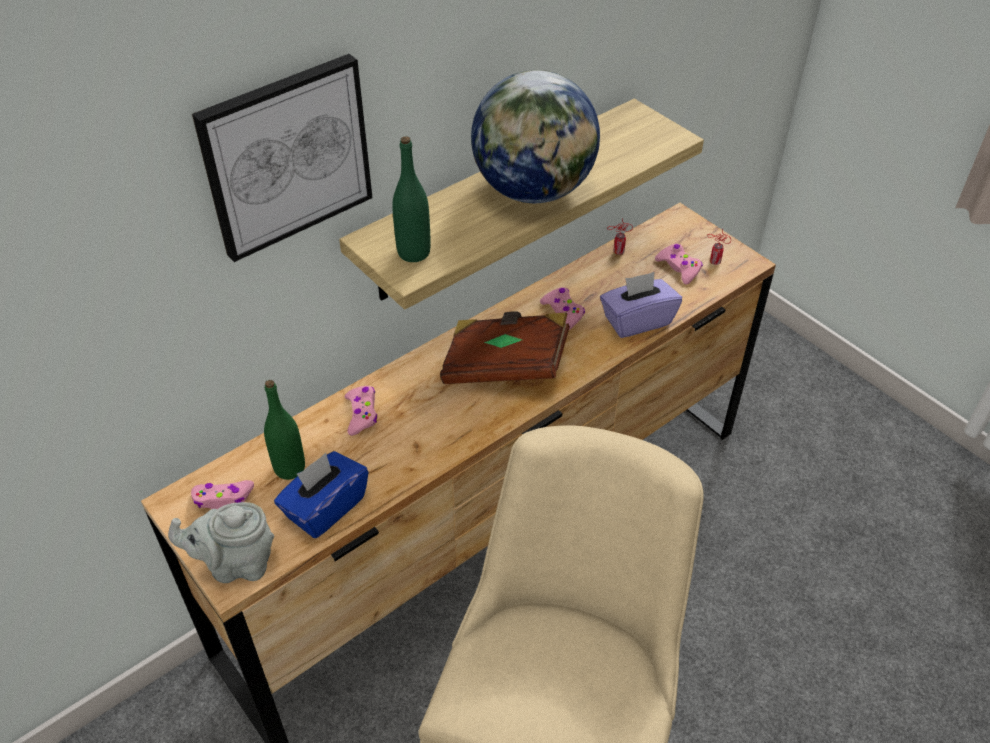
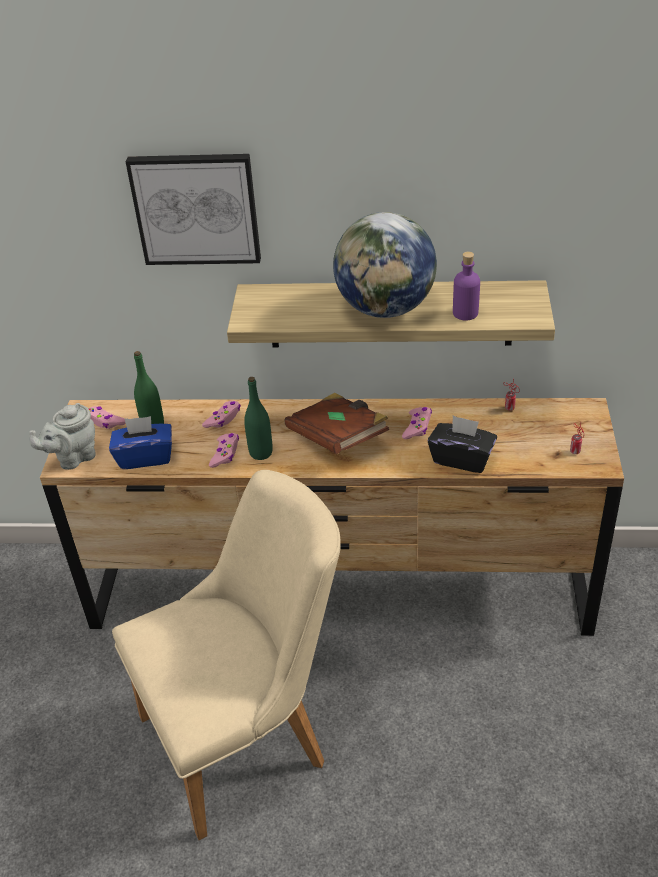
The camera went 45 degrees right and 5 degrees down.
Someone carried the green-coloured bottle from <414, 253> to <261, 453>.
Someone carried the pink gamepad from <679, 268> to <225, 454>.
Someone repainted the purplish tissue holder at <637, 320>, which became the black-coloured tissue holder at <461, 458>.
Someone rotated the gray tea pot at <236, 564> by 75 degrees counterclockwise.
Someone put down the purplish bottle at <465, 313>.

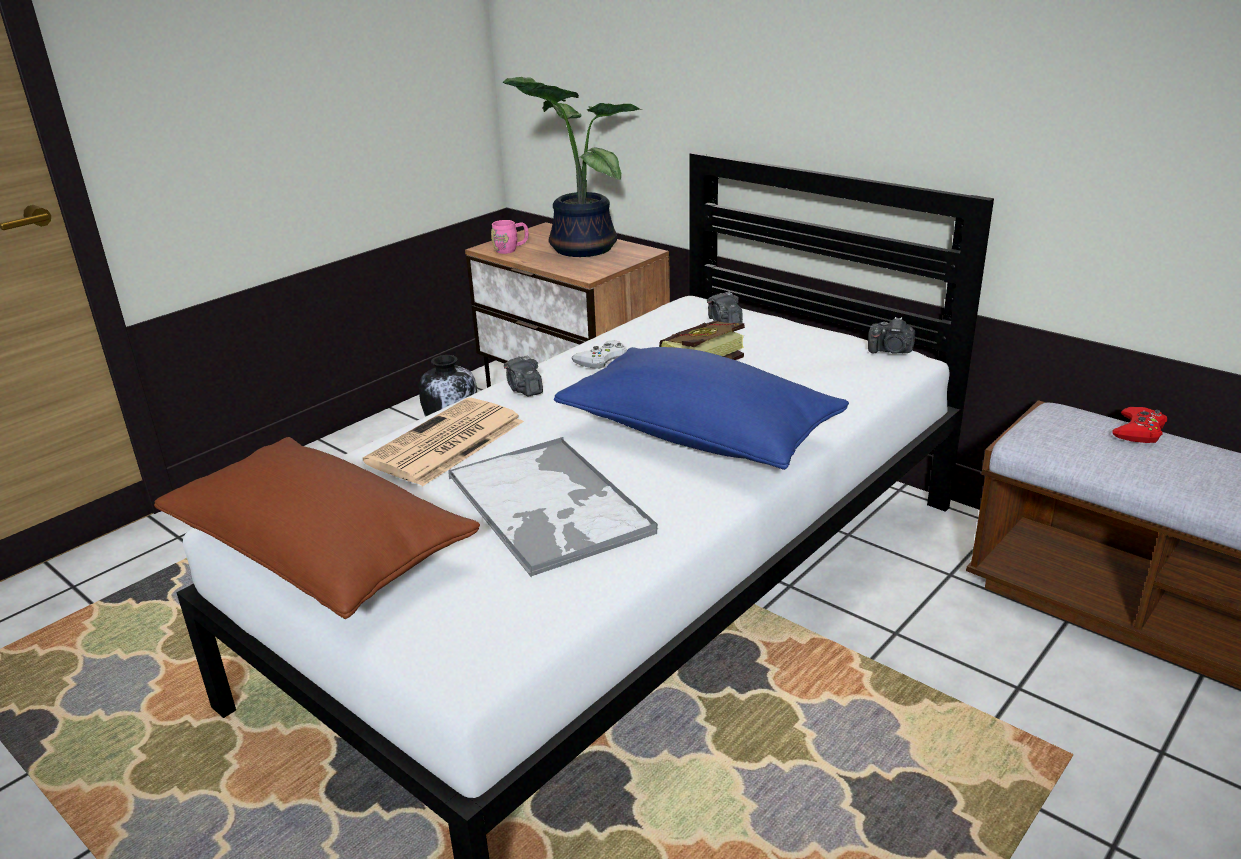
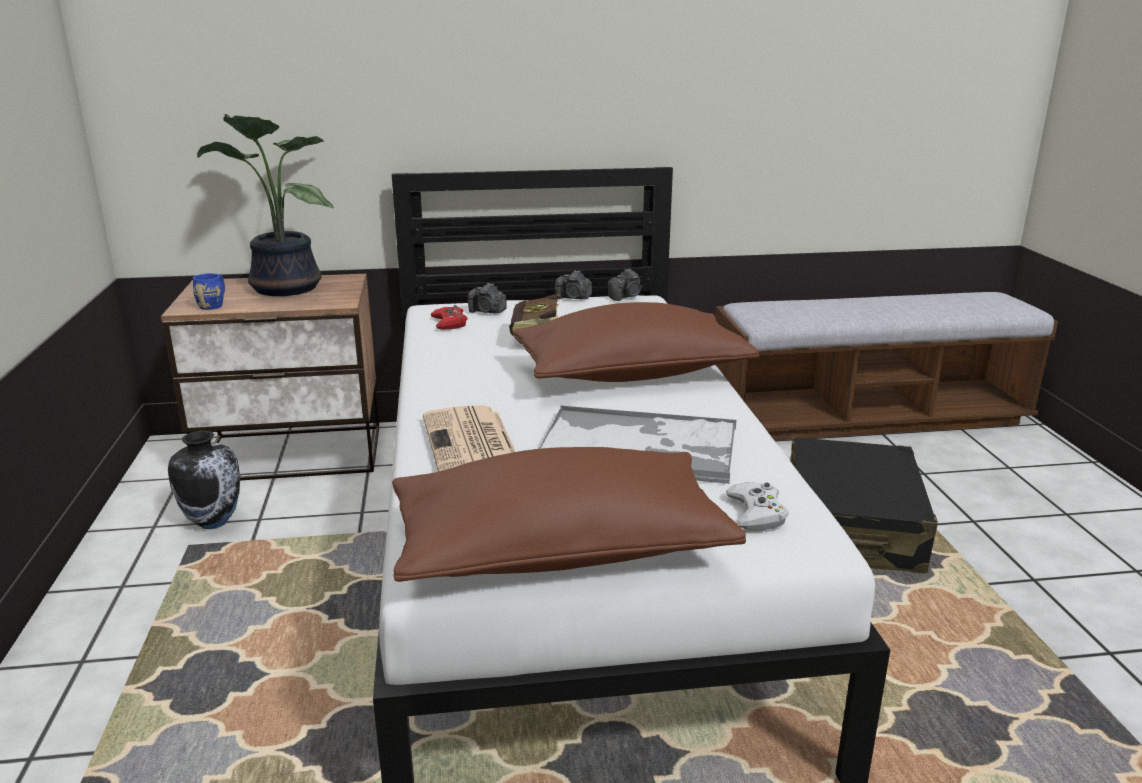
The camera went 50 degrees left and 5 degrees down.
Someone repainted the pink tea mug at <511, 249>, which became the bluish tea mug at <214, 304>.
Someone carried the white-coloured gamepad from <602, 360> to <756, 513>.
Someone repainted the bluish throw pillow at <698, 436>, which became the brown-coloured throw pillow at <631, 374>.
Someone carried the photo camera from <524, 389> to <573, 298>.
Someone carried the red gamepad from <1138, 431> to <449, 323>.
Someone put down the black-coloured suitcase at <851, 528>.

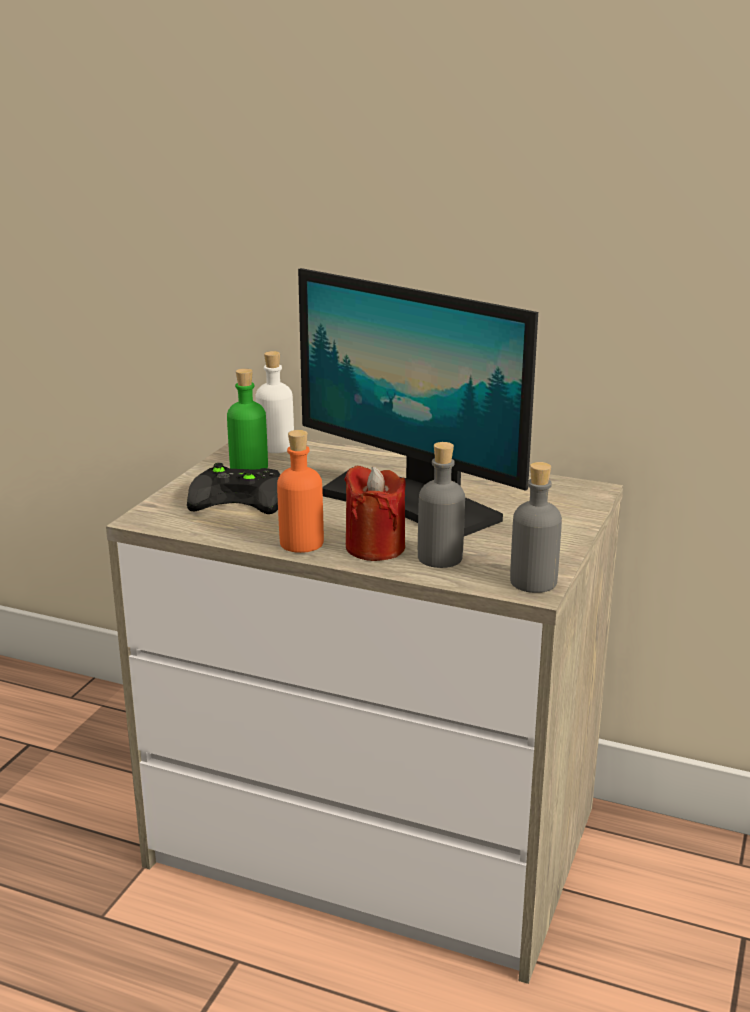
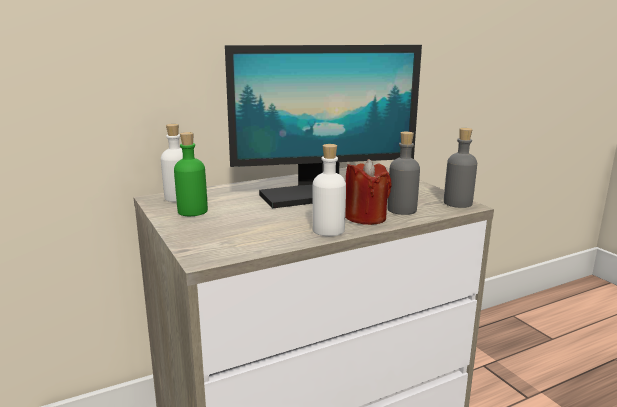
The camera went 50 degrees left and 5 degrees down.
Someone repainted the orange-coloured bottle at <301, 543>, which became the white-coloured bottle at <328, 230>.
Someone took away the black-coloured gamepad at <241, 496>.

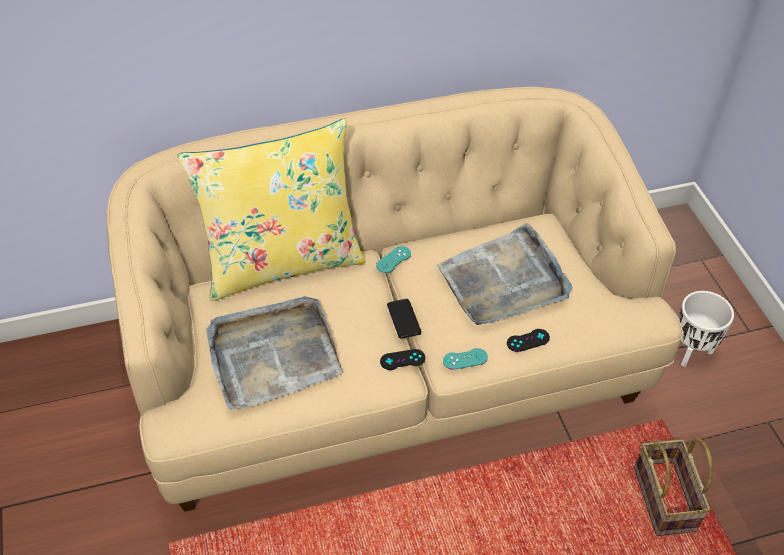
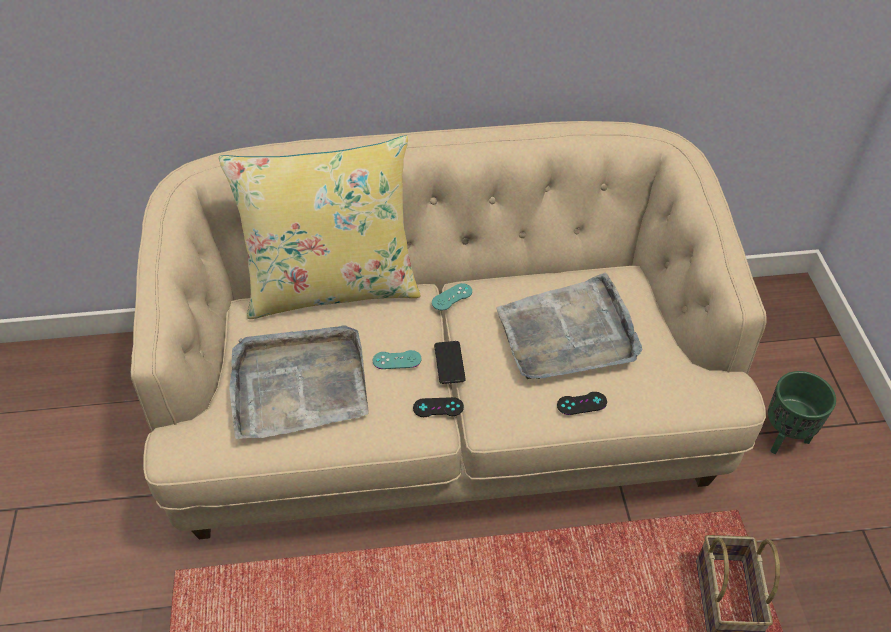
The camera went 10 degrees right and 0 degrees up.
Someone repainted the white-coloured planter at <691, 351>, which became the green-coloured planter at <785, 438>.
Someone carried the turquoise-coloured gamepad from <465, 359> to <397, 360>.

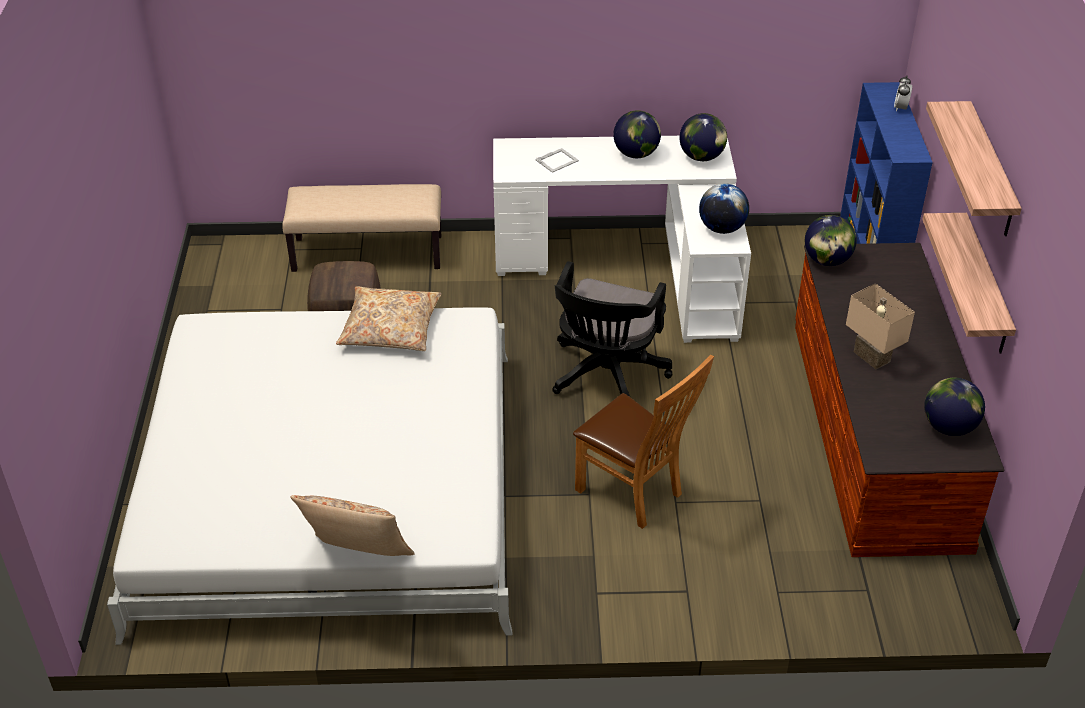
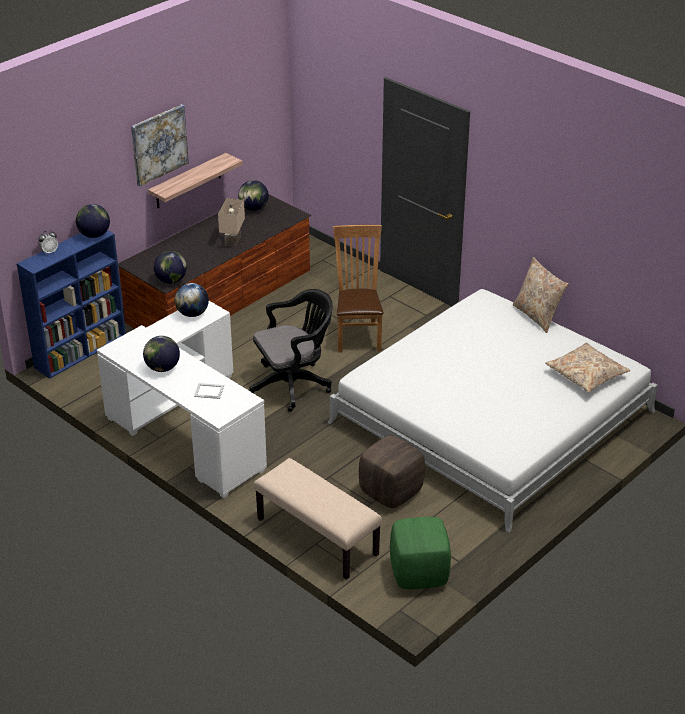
The camera went 135 degrees left and 5 degrees down.
Someone swapped the wall shelf at <990, 171> for the wall art at <159, 144>.
Someone carried the globe from <702, 157> to <94, 235>.
Someone carried the beige-coloured throw pillow from <390, 329> to <586, 374>.
Someone put down the green-coloured ottoman at <418, 574>.

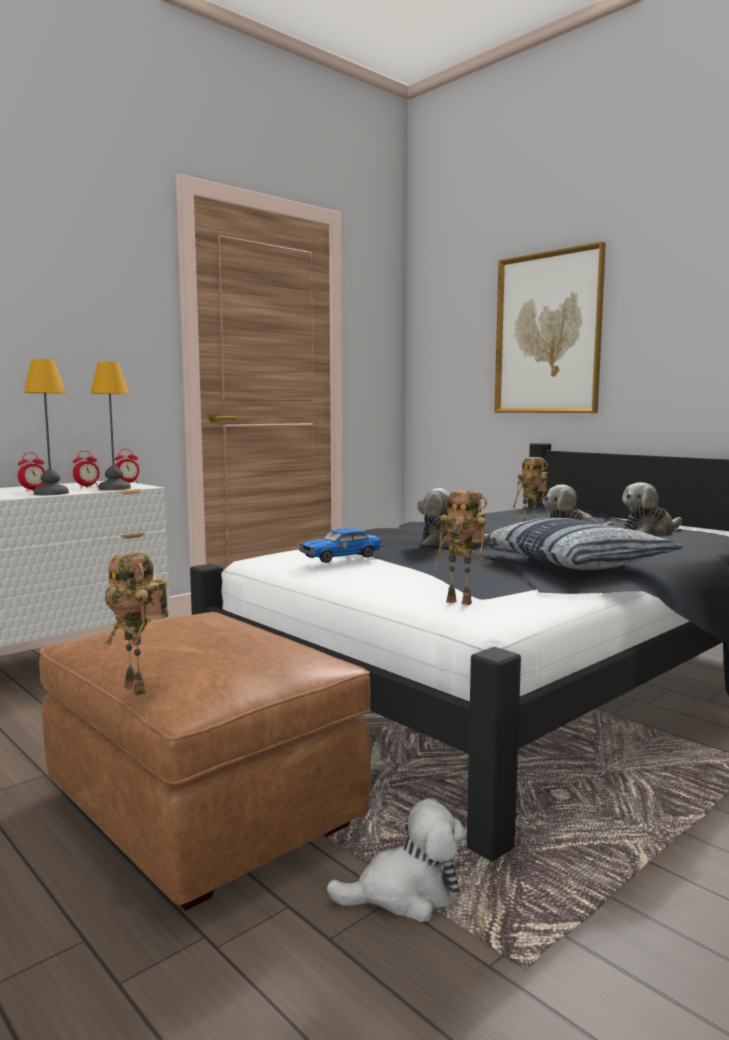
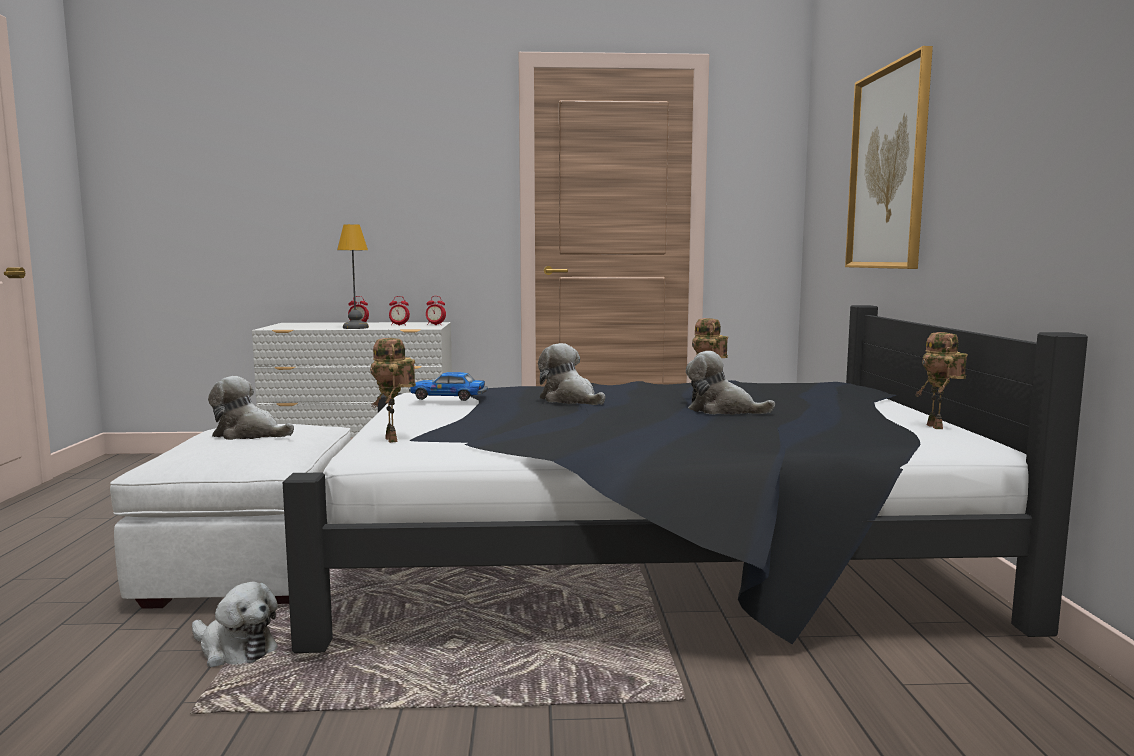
The camera went 40 degrees right and 0 degrees up.
Someone took away the lamp for a table at <115, 488>.
Someone carried the soft toy from <649, 531> to <249, 434>.
Someone took away the throw pillow at <580, 561>.
Someone carried the model robot from <139, 689> to <938, 427>.
Someone repainted the brown-coloured ottoman at <203, 810>, which became the white-coloured ottoman at <254, 566>.

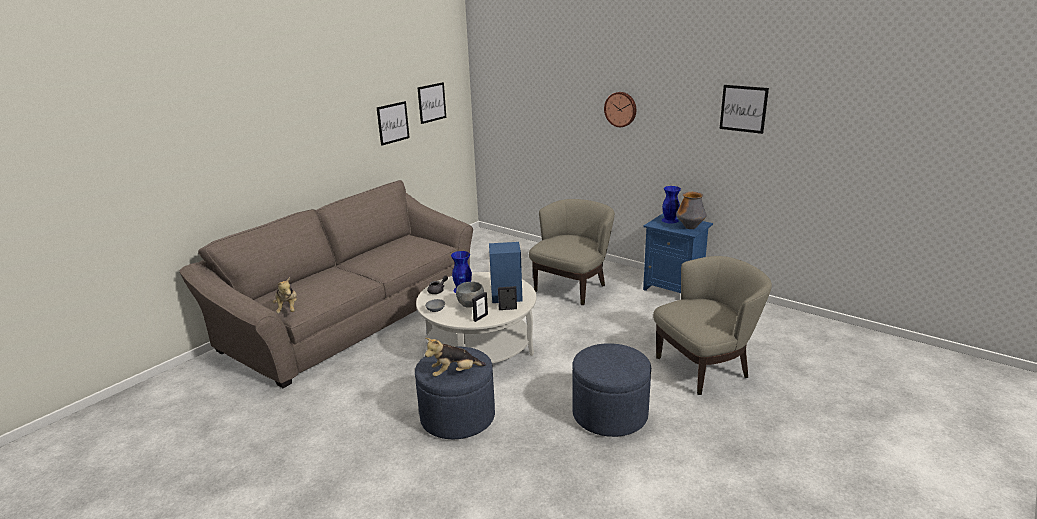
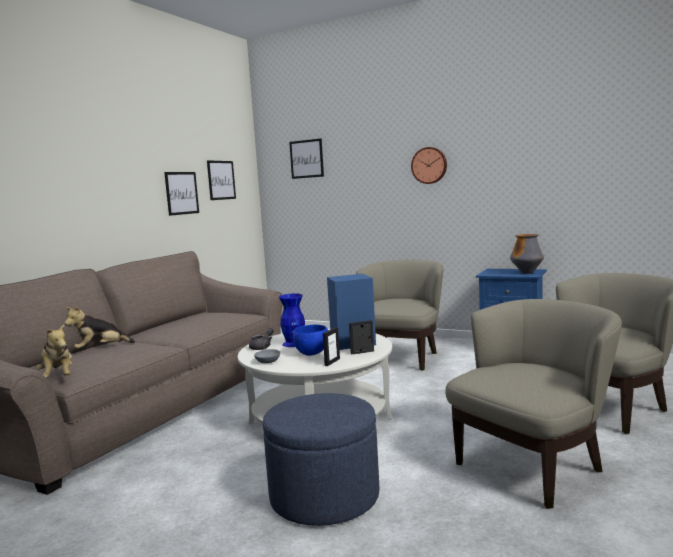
The camera went 10 degrees left and 15 degrees down.
Someone carried the wall art from <743, 108> to <306, 159>.
Someone took away the bluish decorative vase at <669, 220>.
Someone repainted the gray deep dish at <471, 305>, which became the bluish deep dish at <312, 353>.
Someone carried the soft toy from <454, 373> to <100, 349>.
Someone swapped the bluish ottoman at <610, 414> for the beige-coloured lounge chair at <533, 467>.

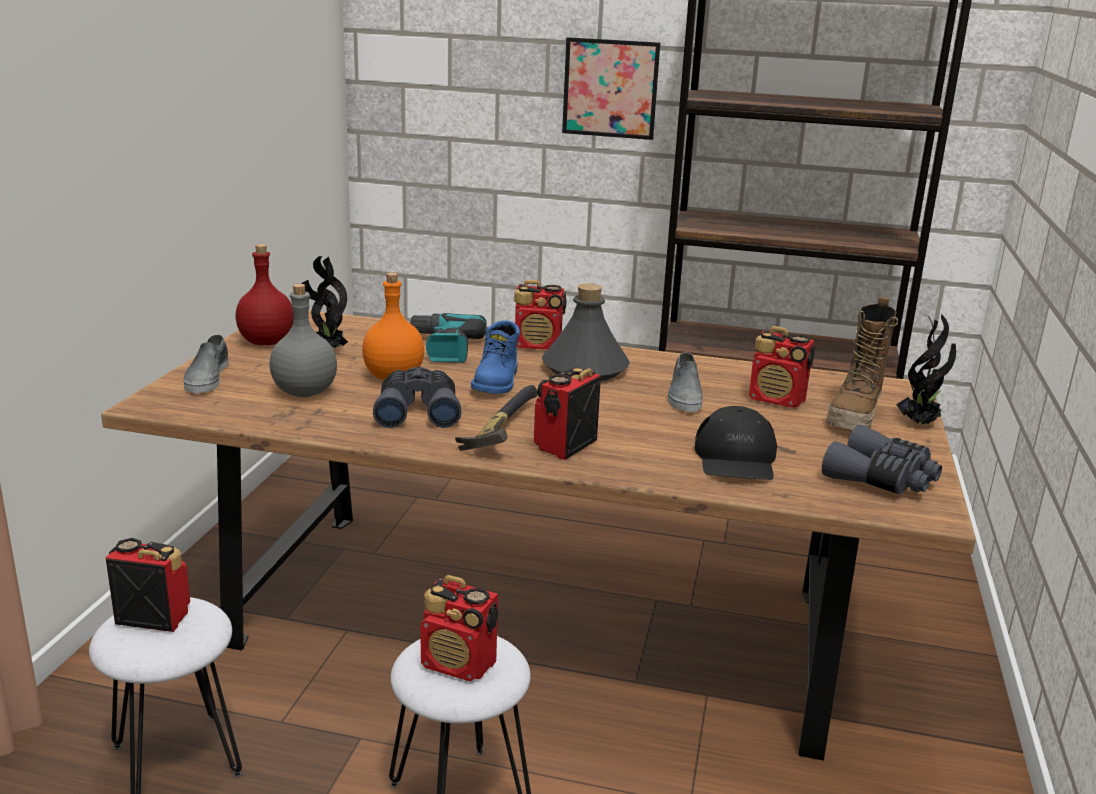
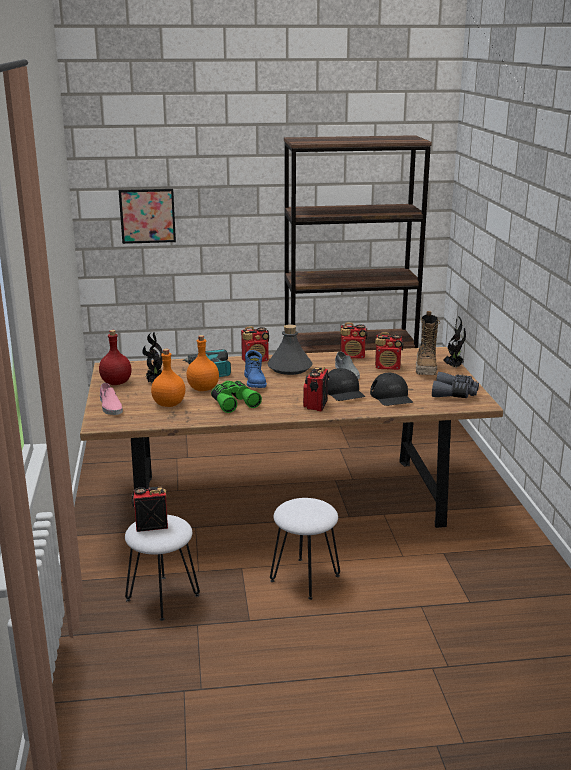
The camera went 20 degrees left and 0 degrees up.
Someone carried the wall art from <610, 88> to <147, 216>.
Someone repainted the gray bottle at <303, 392>, which became the orange-coloured bottle at <168, 404>.
Someone repainted the gray item of footwear at <207, 377>, which became the pink item of footwear at <110, 406>.
Someone repainted the gray binoculars at <418, 411>, which became the green-coloured binoculars at <233, 402>.
Someone took away the hammer at <498, 431>.
Someone carried the radio from <459, 665> to <353, 356>.
Someone put down the black-coloured cap at <343, 392>.

